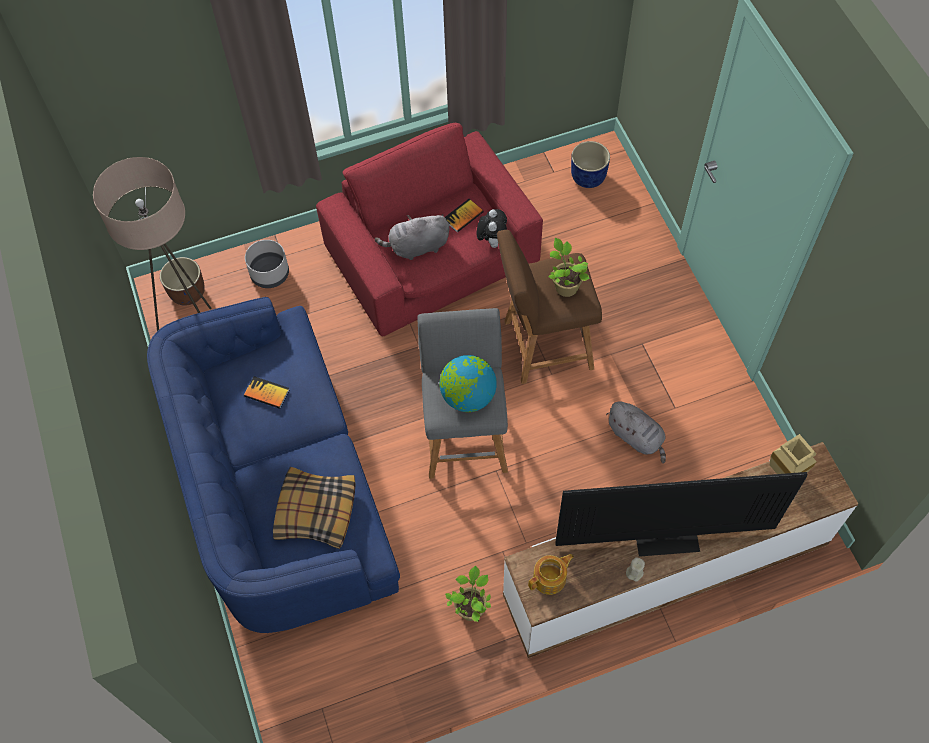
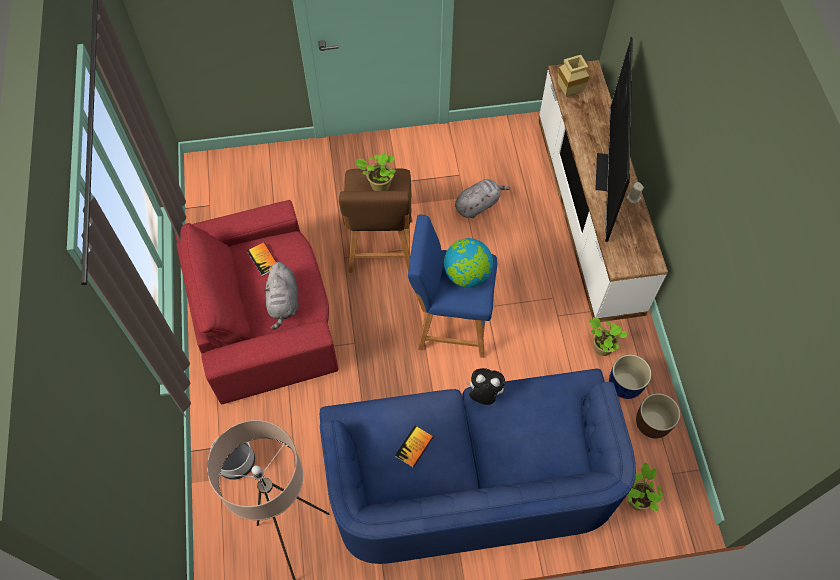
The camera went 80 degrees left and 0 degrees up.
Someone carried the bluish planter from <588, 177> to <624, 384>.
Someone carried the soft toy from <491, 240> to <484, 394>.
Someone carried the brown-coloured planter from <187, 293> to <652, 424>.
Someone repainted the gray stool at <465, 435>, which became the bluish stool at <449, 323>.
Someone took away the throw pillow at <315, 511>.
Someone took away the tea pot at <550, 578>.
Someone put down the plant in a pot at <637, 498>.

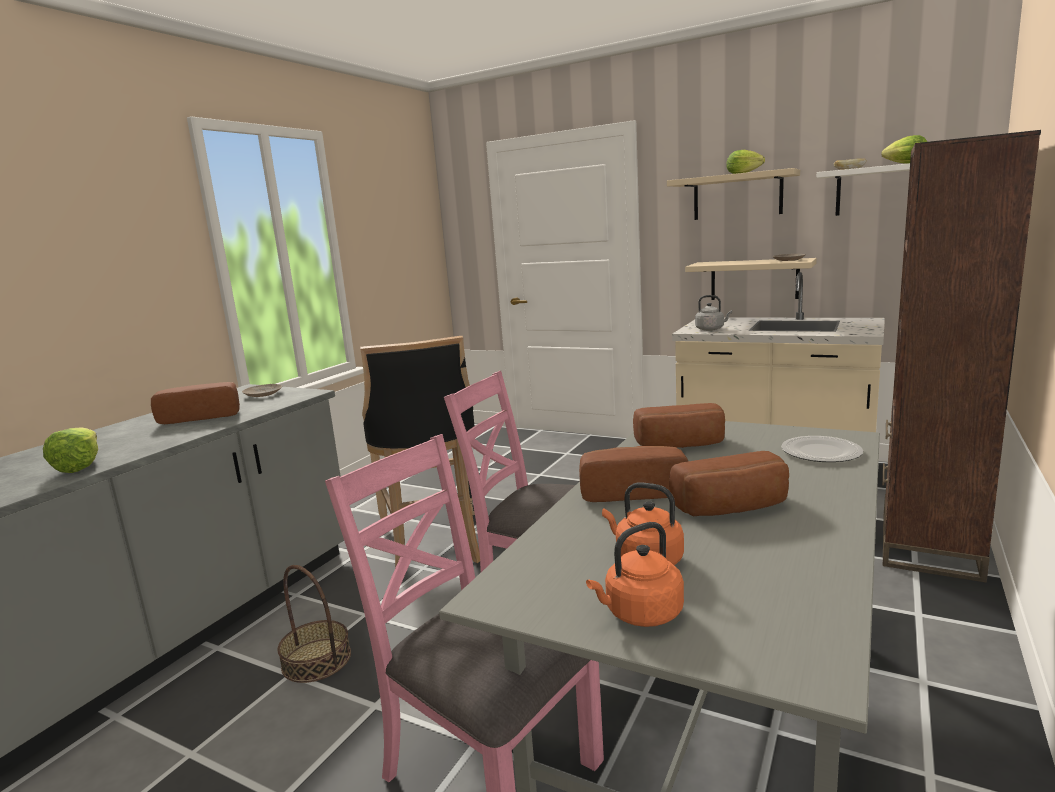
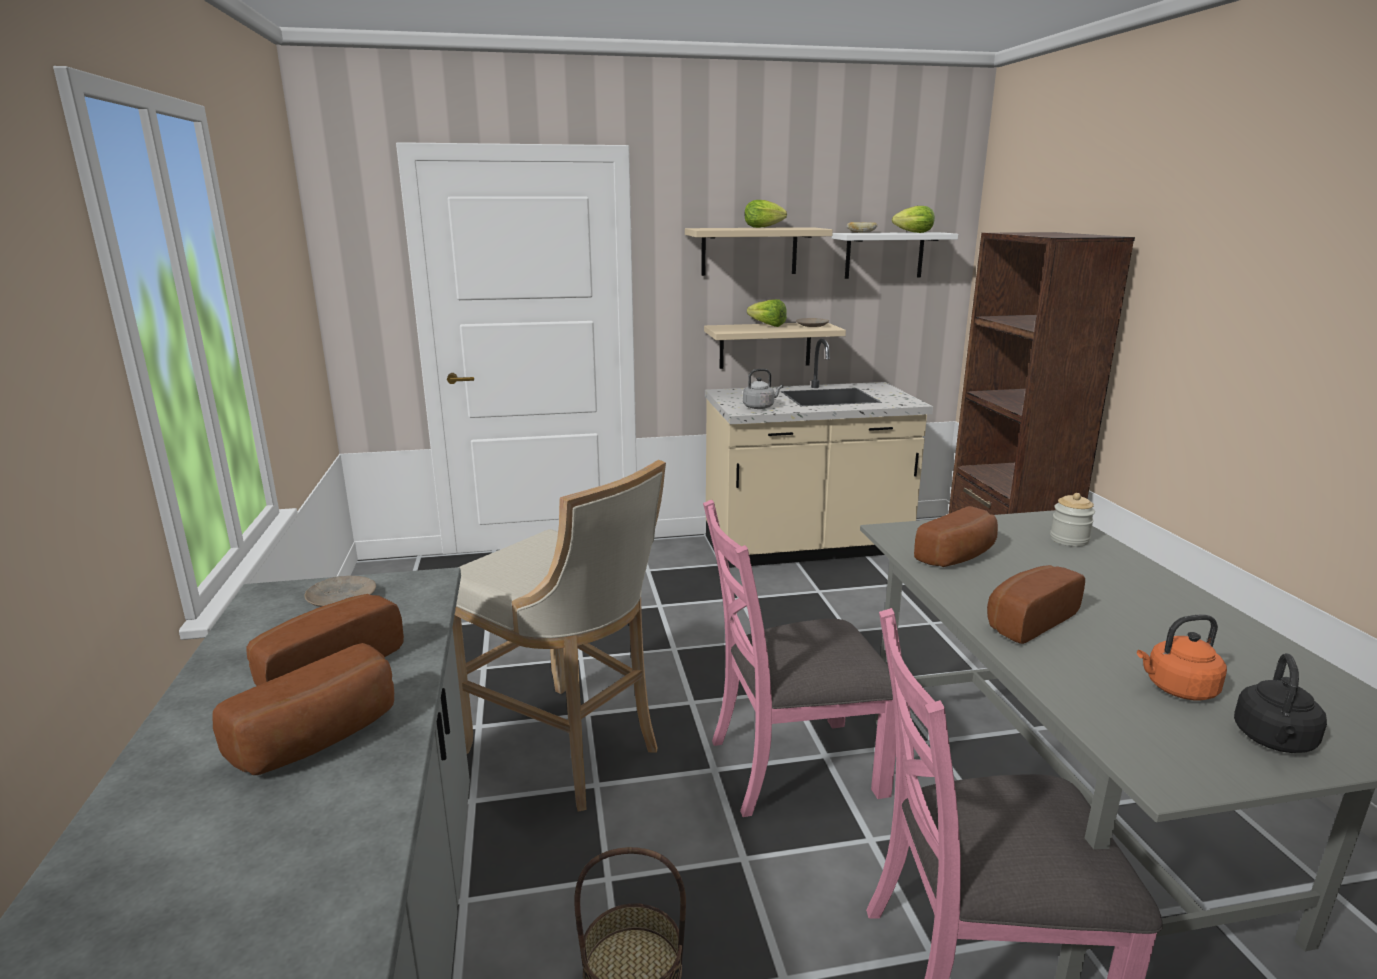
The camera went 40 degrees left and 5 degrees up.
Someone repainted the black-coloured stool at <433, 546>, which became the beige-coloured stool at <568, 751>.
Someone carried the head of lettuce from <84, 464> to <765, 325>.
Someone swapped the plate at <820, 452> for the storage jar at <1069, 539>.
Someone carried the bakery bread from <733, 508> to <322, 739>.
Someone repainted the orange-coloured kettle at <640, 614>, which became the black-coloured kettle at <1273, 741>.

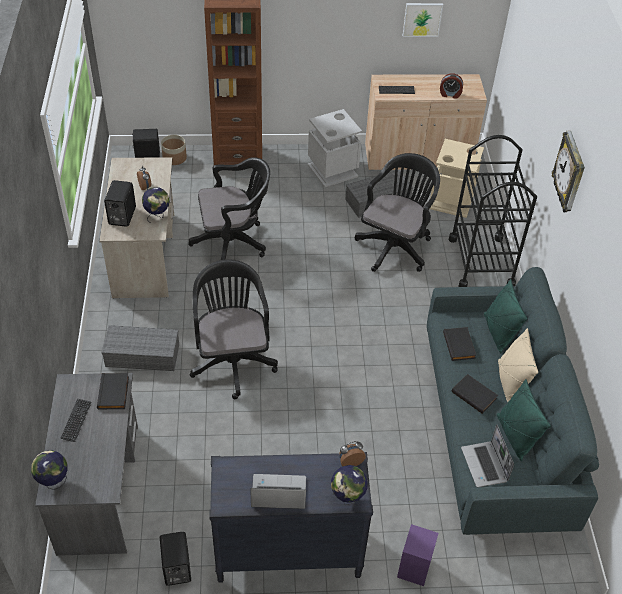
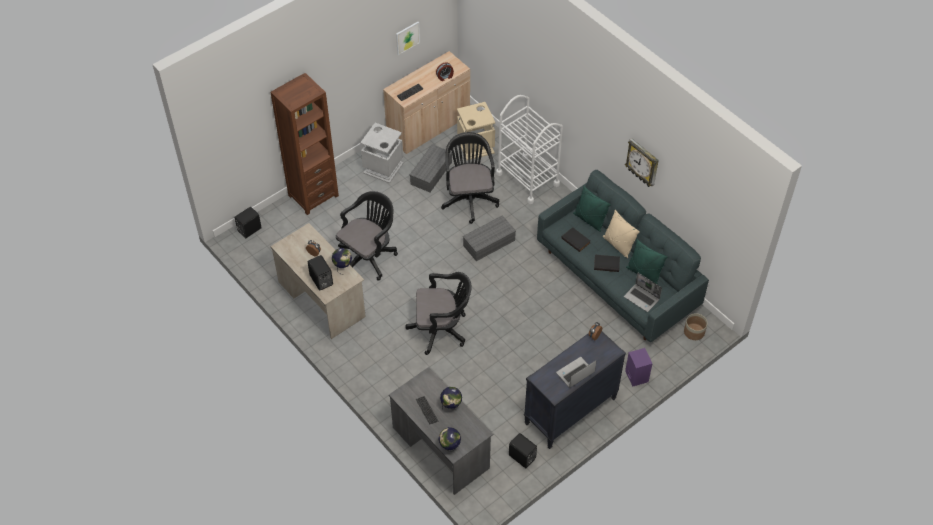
The camera went 35 degrees left and 5 degrees up.
Someone carried the wall clock from <570, 173> to <642, 163>.
Someone carried the planter from <174, 158> to <694, 332>.
Someone repainted the black-coloured cart at <481, 262>, which became the white-coloured cart at <527, 179>.
Someone rotated the black-coloured computer chair at <232, 359> by 135 degrees clockwise.
Someone carried the gray storage bin from <143, 355> to <489, 242>.
Someone took away the black-coloured book at <114, 393>.
Someone carried the globe from <347, 498> to <451, 406>.

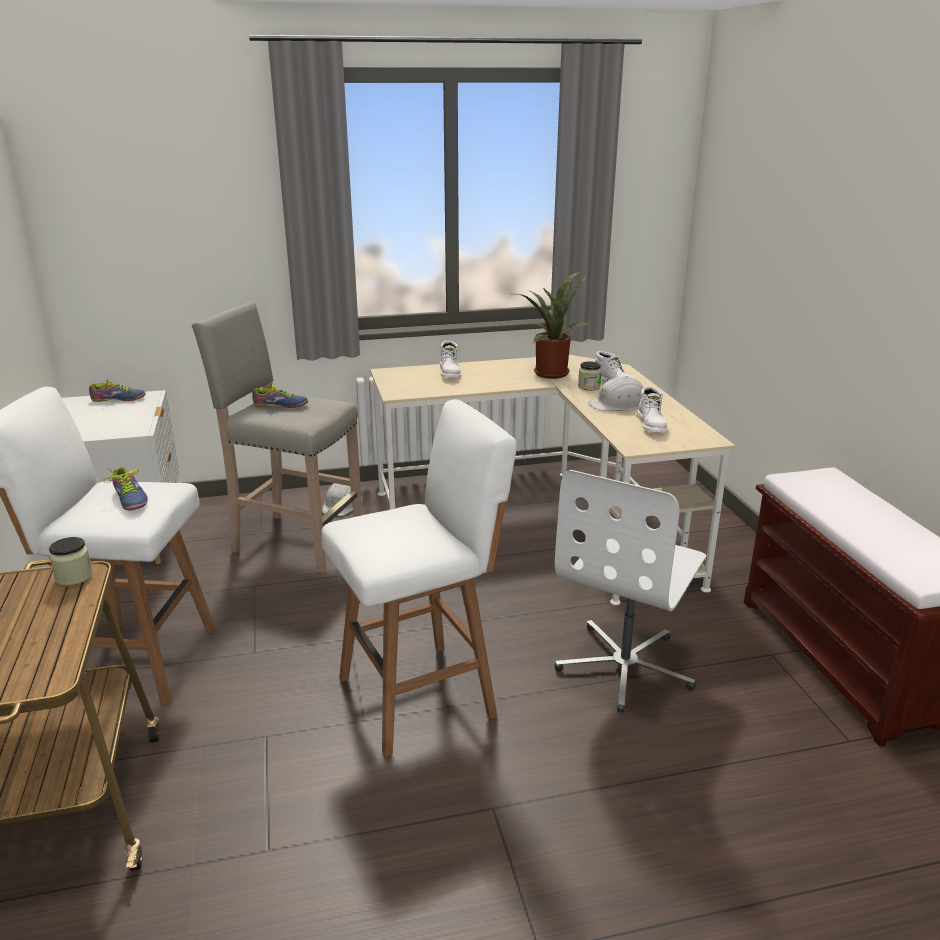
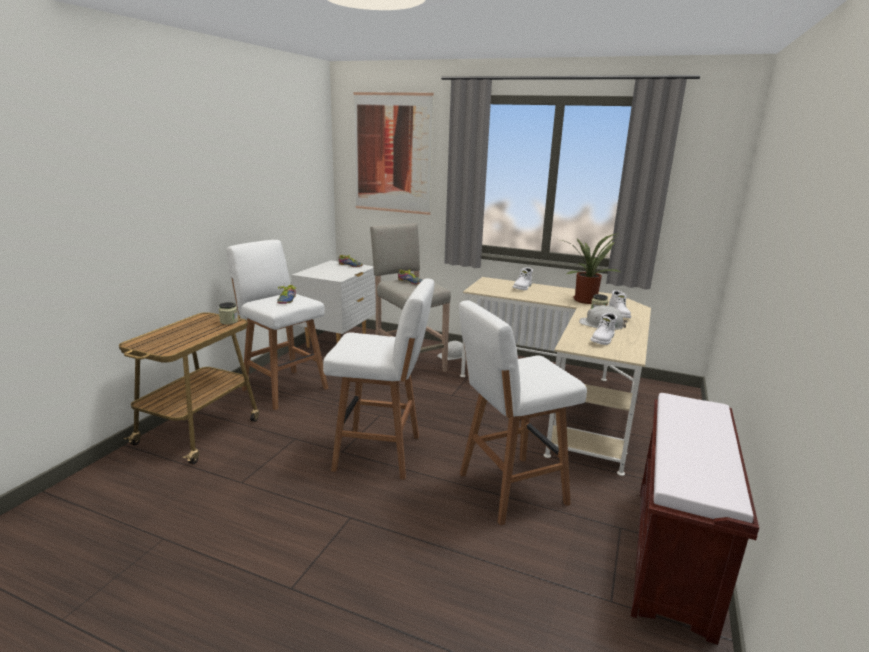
The camera went 35 degrees right and 5 degrees down.
Someone swapped the white-coloured computer chair at <625, 666> for the white-coloured stool at <509, 489>.
Someone put up the wall art at <392, 153>.

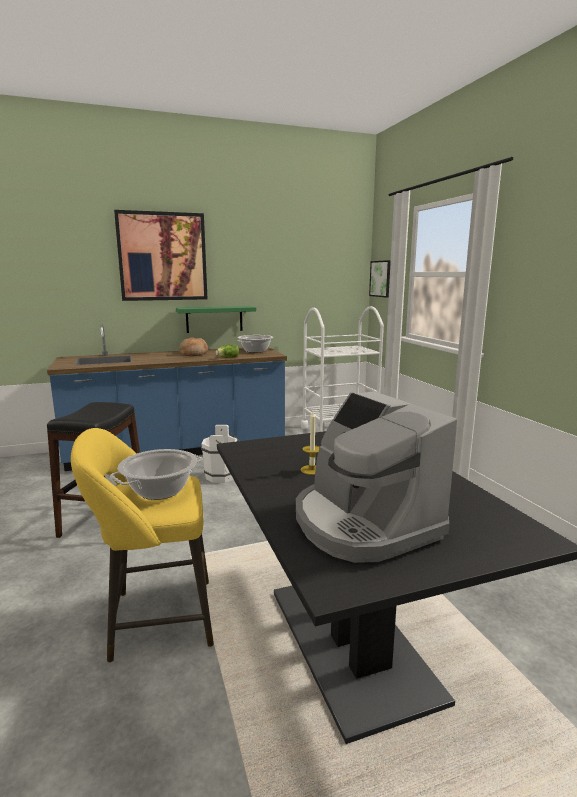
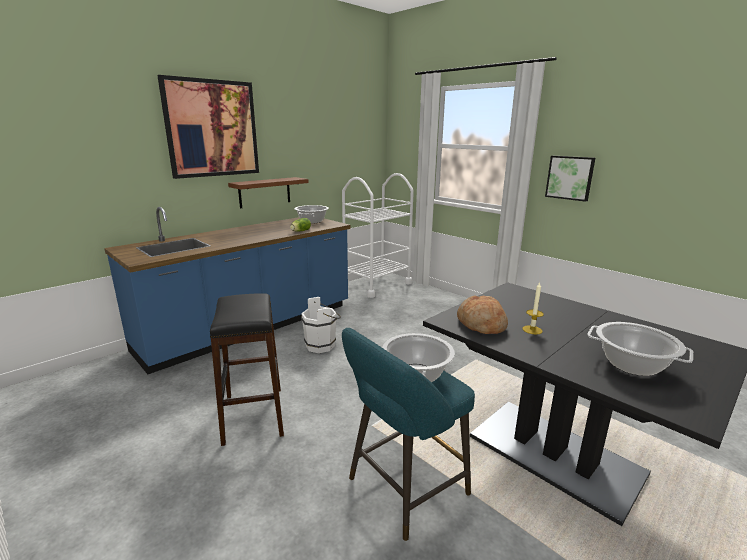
The camera went 25 degrees left and 5 degrees up.
Someone carried the wall art from <382, 278> to <570, 177>.
Someone repainted the green-coloured wall shelf at <214, 319>, which became the brown-coloured wall shelf at <264, 192>.
Someone carried the bakery bread from <193, 354> to <481, 324>.
Someone swapped the coffee brewer at <363, 523> for the saucepot at <632, 365>.
Someone repainted the yellow stool at <155, 619>, which became the turquoise-coloured stool at <403, 490>.

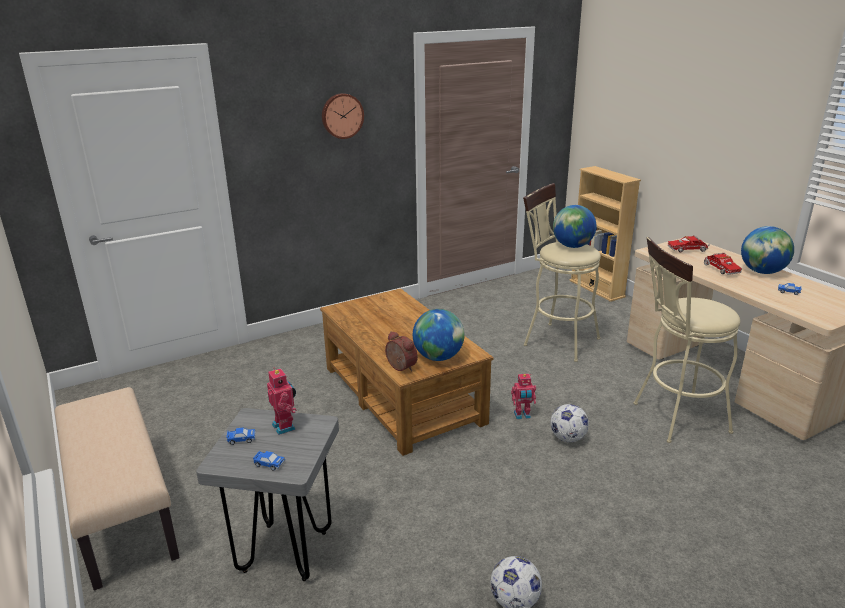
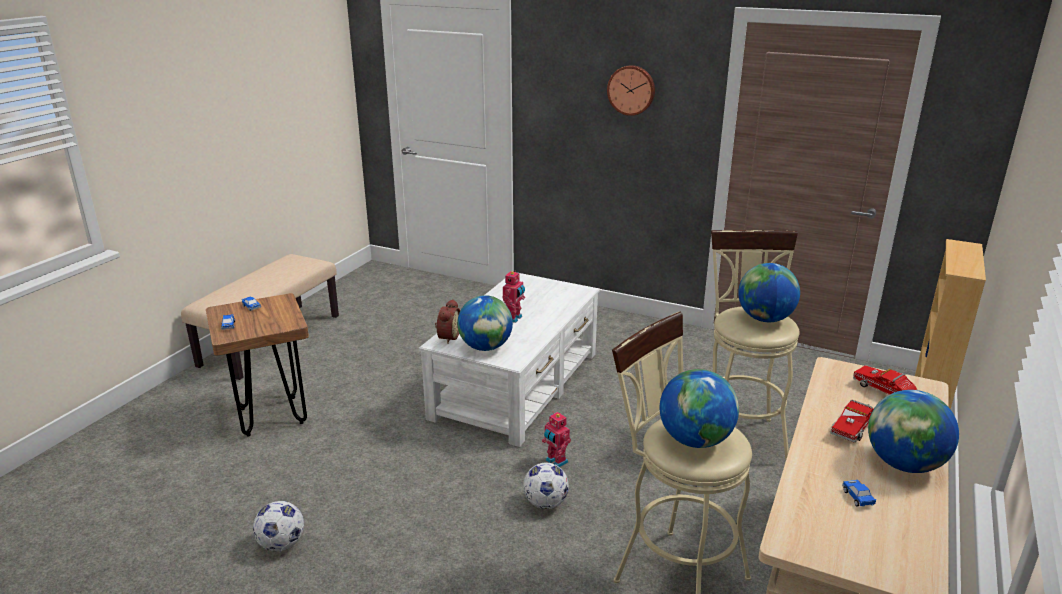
The camera went 55 degrees right and 0 degrees up.
Someone repainted the brown-coloured coffee table at <402, 393>, which became the white-coloured coffee table at <517, 384>.
Someone carried the model robot from <285, 426> to <514, 318>.
Someone repainted the gray stool at <285, 551>, which became the brown-coloured stool at <272, 415>.
Someone put down the globe at <695, 440>.

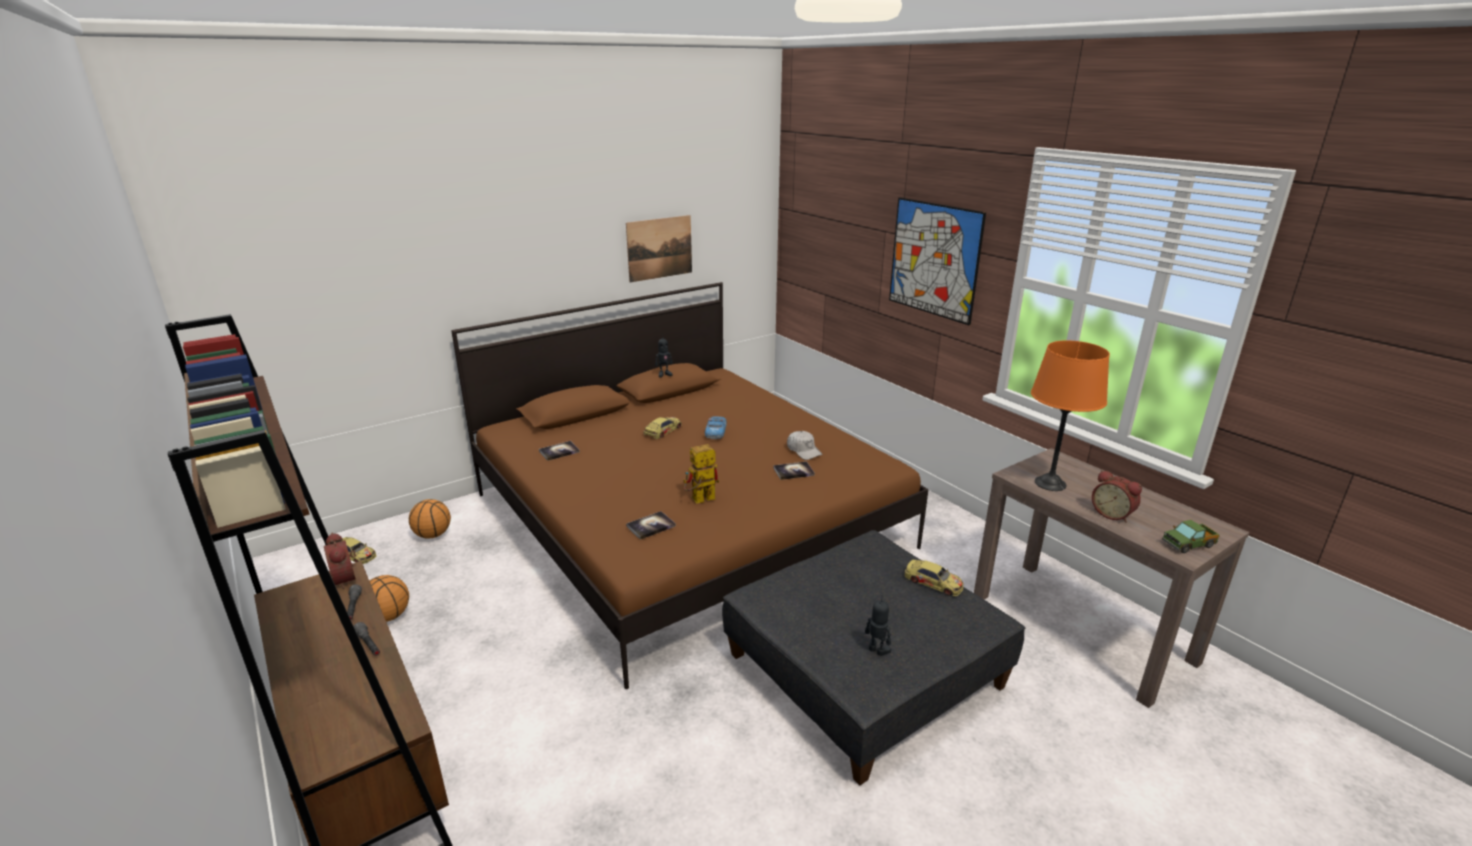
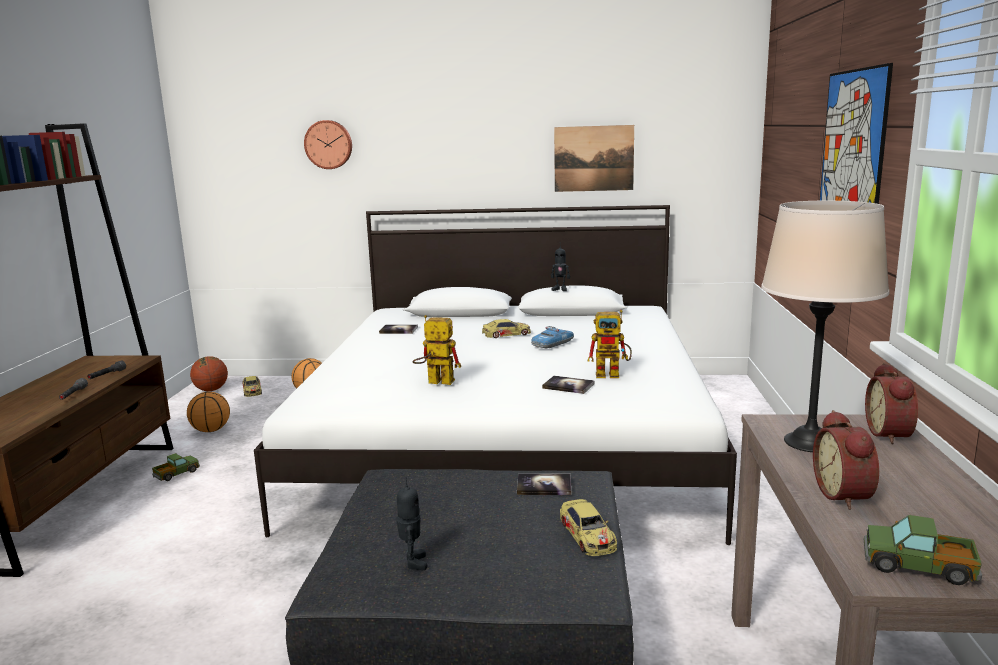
The camera went 40 degrees right and 10 degrees down.
Someone repainted the brown-coloured bedroom bed at <687, 519>, which became the white-coloured bedroom bed at <509, 439>.
Someone repainted the orange-coloured lamp for a table at <1050, 483>, which became the beige-coloured lamp for a table at <809, 442>.
Someone swapped the white-coloured cap at <803, 451> for the model robot at <613, 374>.
Someone carried the book from <651, 526> to <544, 486>.
Someone carried the table clock from <347, 578> to <891, 434>.
Someone put up the wall clock at <329, 144>.
Someone put down the basketball at <211, 390>.
Someone put down the model truck at <176, 474>.

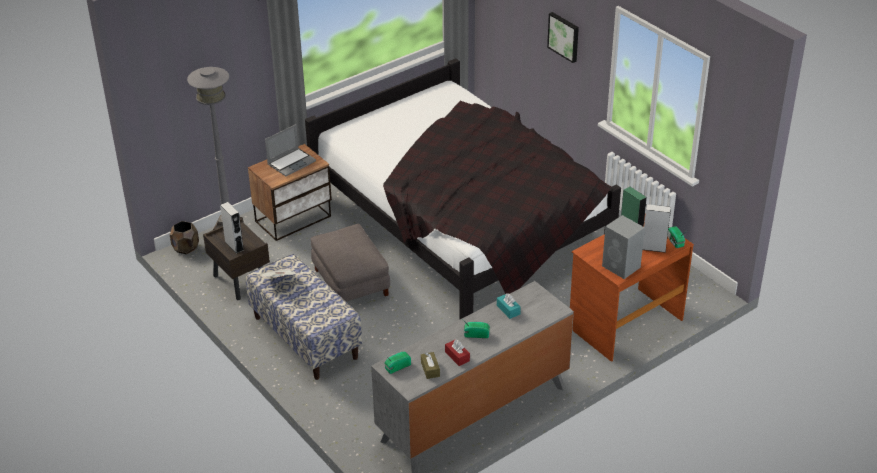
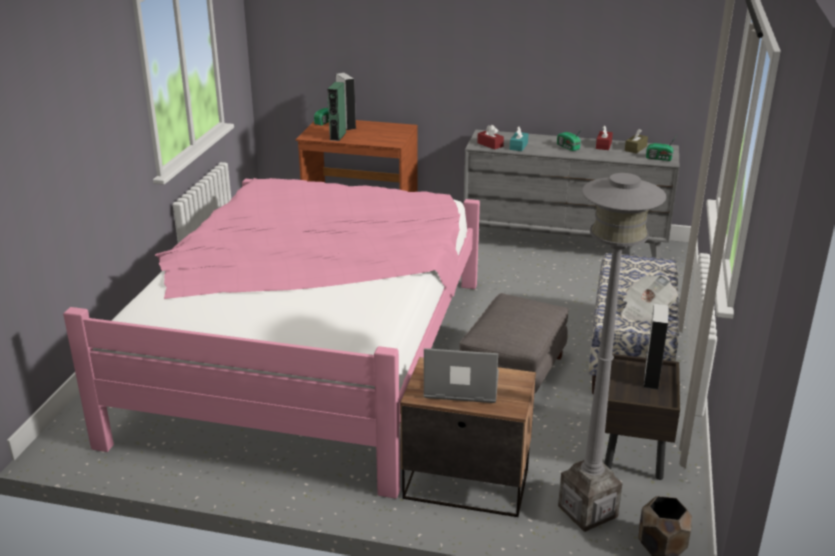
The camera went 130 degrees left and 10 degrees down.
Someone took away the wall art at <564, 36>.
Someone repainted the black-coloured bedroom bed at <461, 221>, which became the pink bedroom bed at <309, 354>.
Someone took away the gray audio speaker at <622, 267>.
Someone put down the red tissue holder at <490, 144>.

